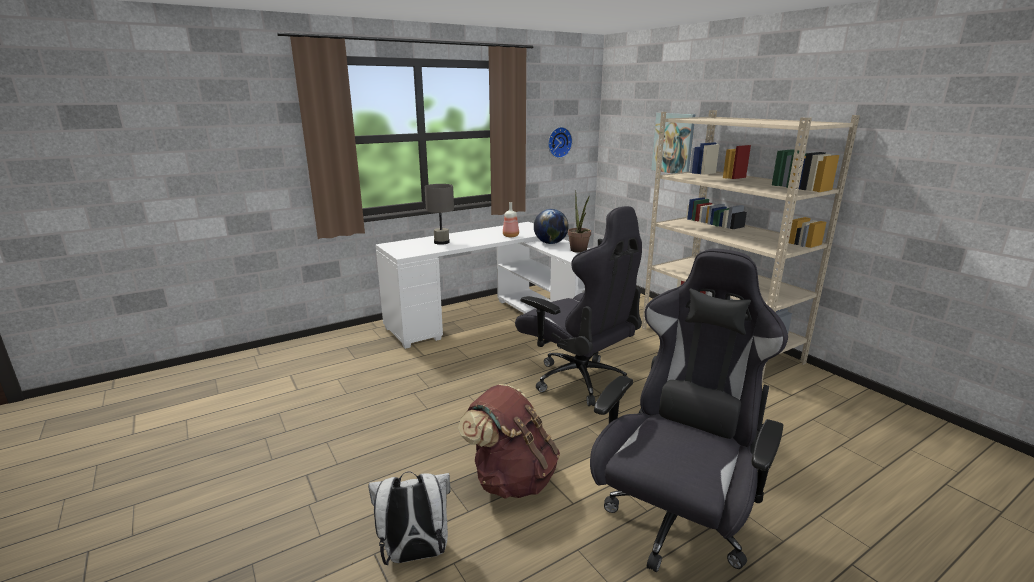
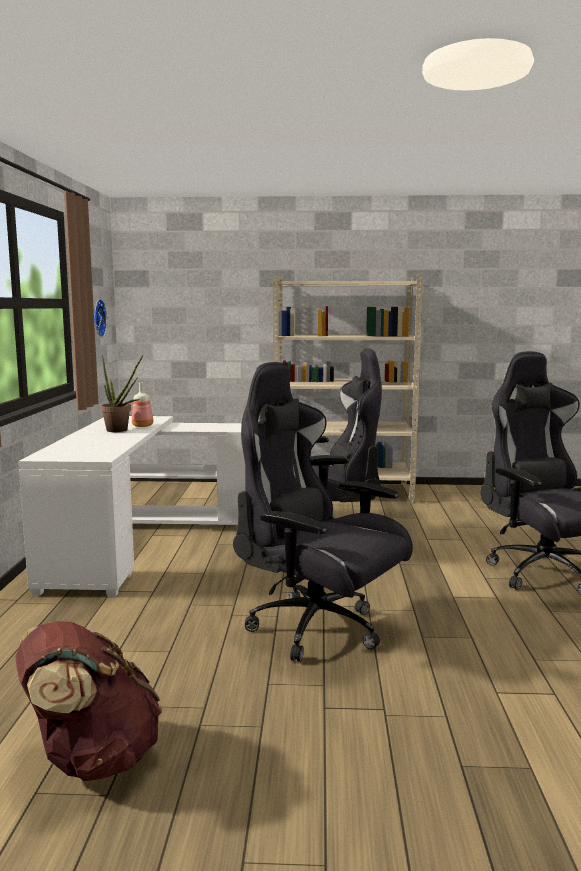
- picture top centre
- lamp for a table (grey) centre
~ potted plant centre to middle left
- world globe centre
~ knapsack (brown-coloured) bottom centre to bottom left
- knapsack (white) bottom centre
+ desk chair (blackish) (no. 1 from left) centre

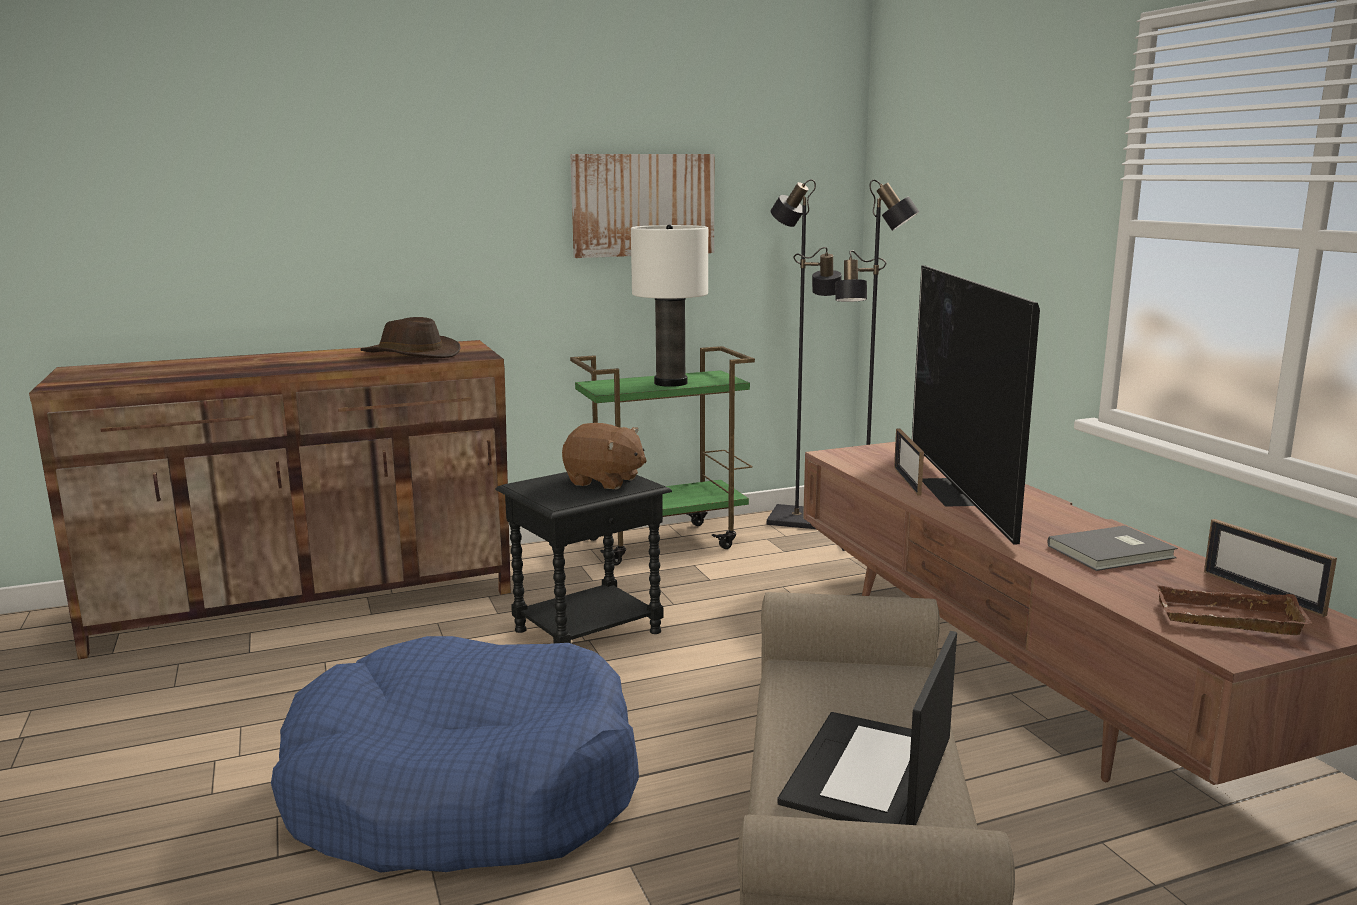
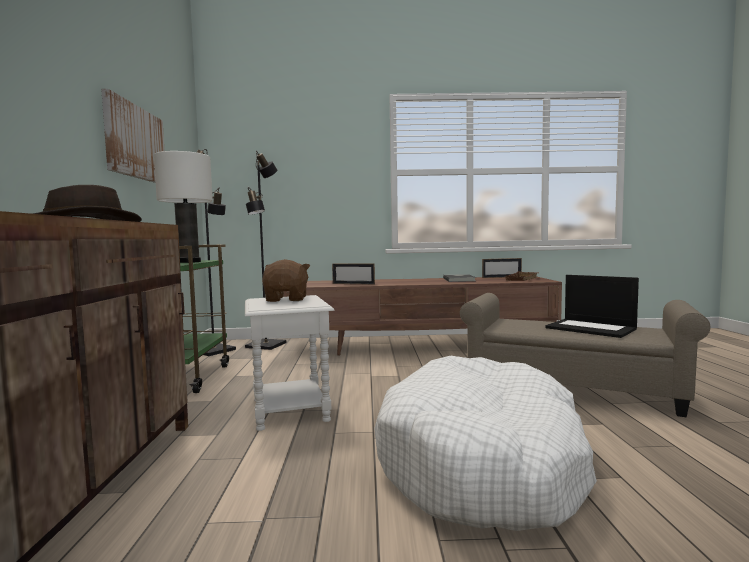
- TV set middle right
~ soft toy (brown-coloured) centre = centre 45 degrees counterclockwise
~ accent table (blackish) centre to accent table (white) centre
~ pet bed (bluish) bottom centre to pet bed (white) bottom centre

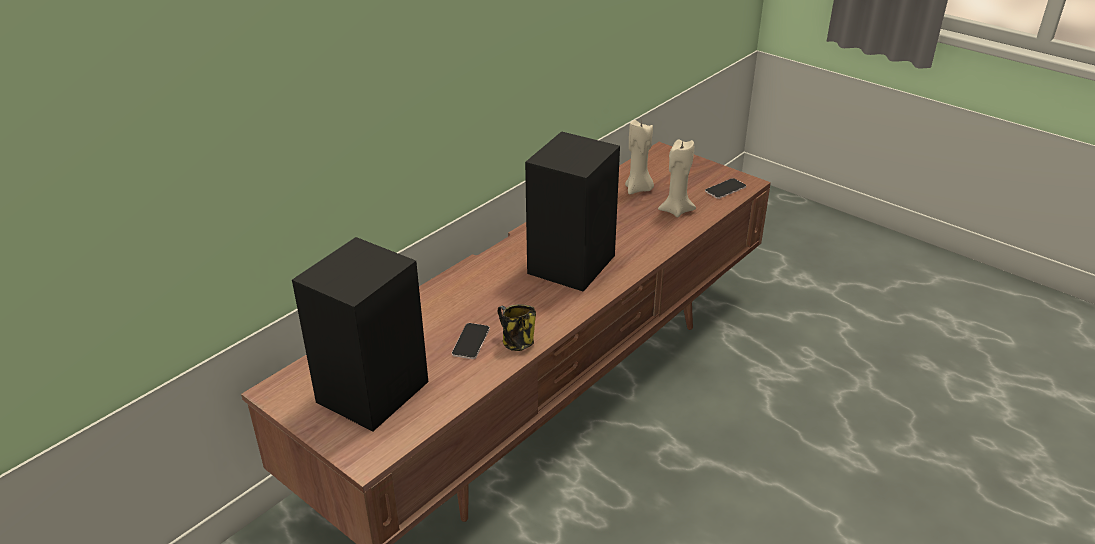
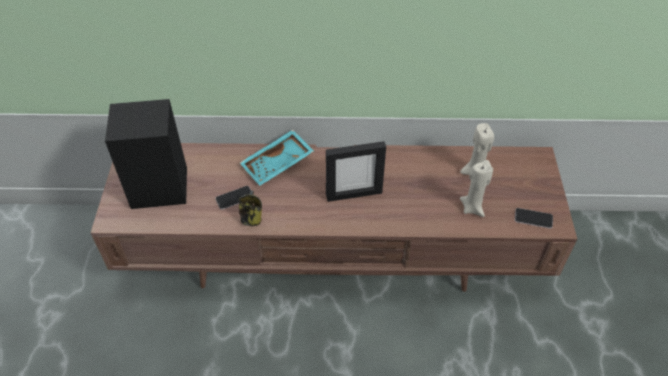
~ speaker (blackish) (no. 2 from left) centre to standing frame centre
+ tray (turquoise-coloured) centre

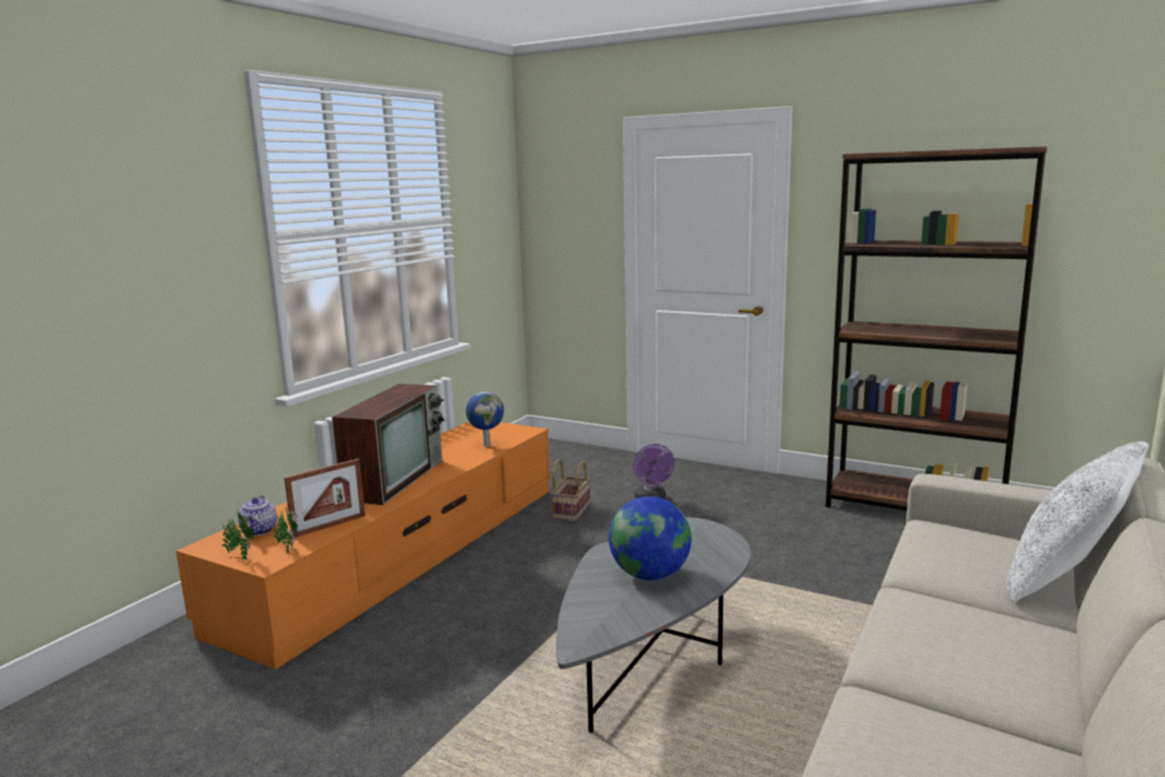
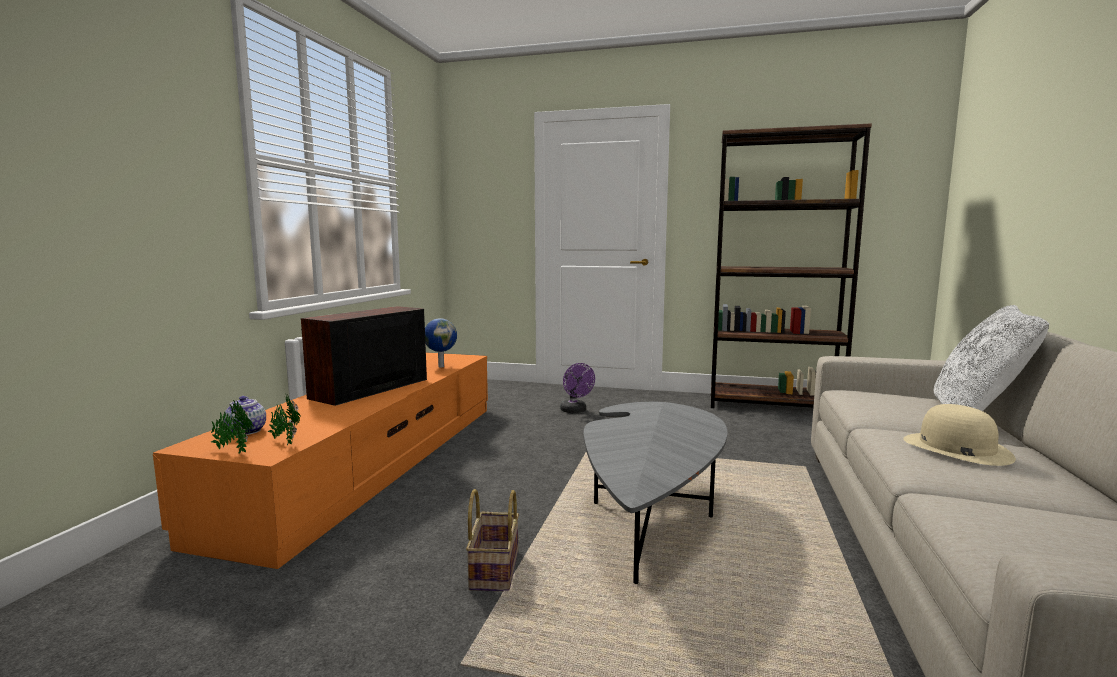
~ TV set middle left = middle left 150 degrees counterclockwise
- standing frame middle left
~ basket centre to bottom centre
- world globe (no. 2 from left) bottom centre
+ wearable hat (beige-coloured) middle right

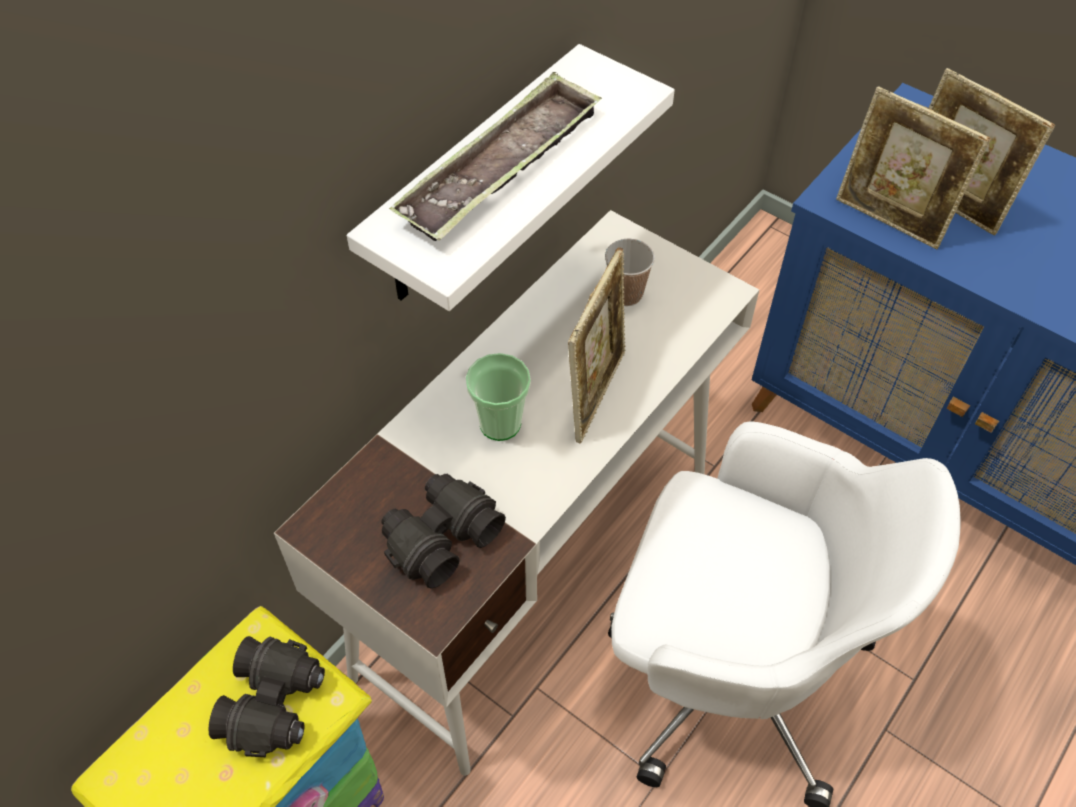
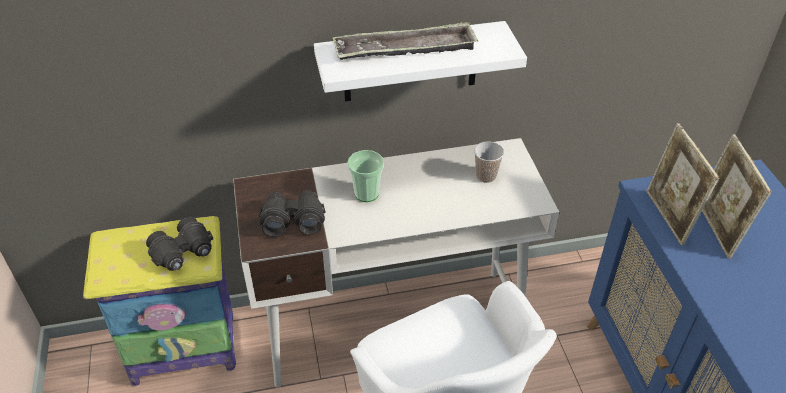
- standing frame (no. 1 from left) centre

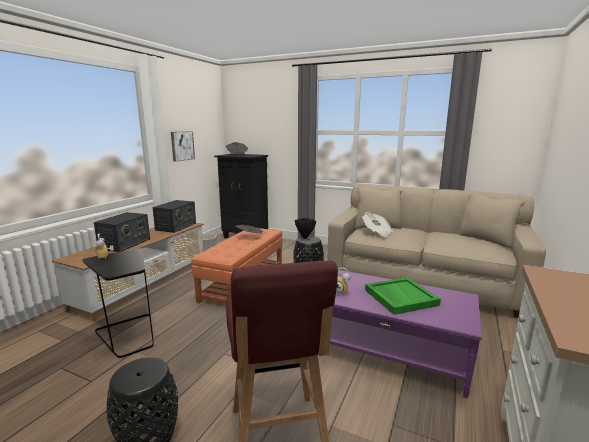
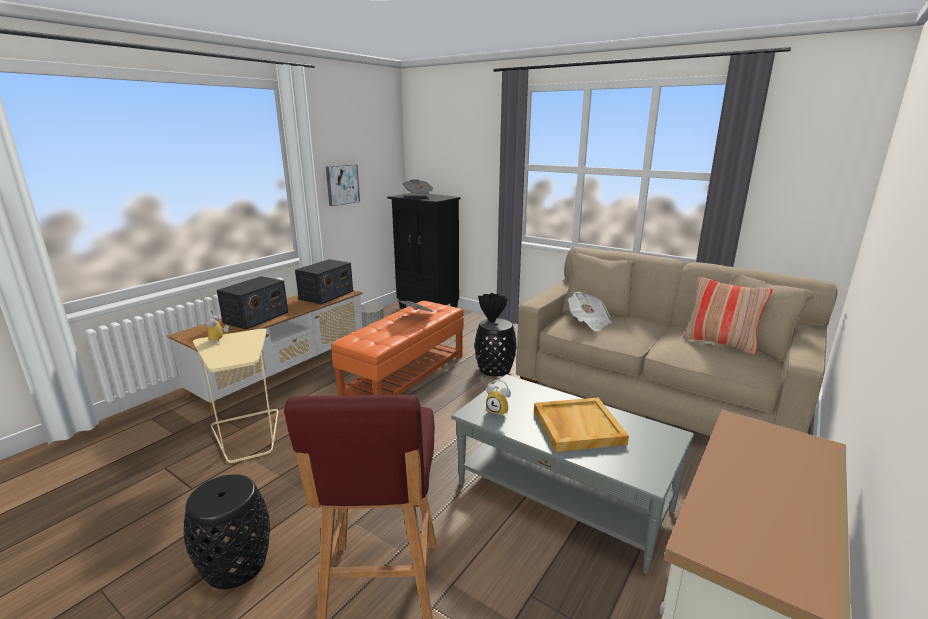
~ accent table (blackish) bottom left to accent table (beige-coloured) middle left
~ lounge table (purplish) bottom right to lounge table (grey) bottom centre
~ tray (green-coloured) bottom right to tray (beige-coloured) bottom centre
+ throw pillow middle right

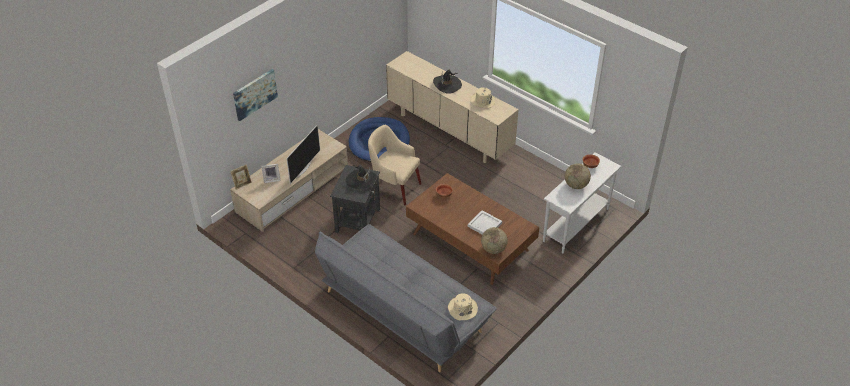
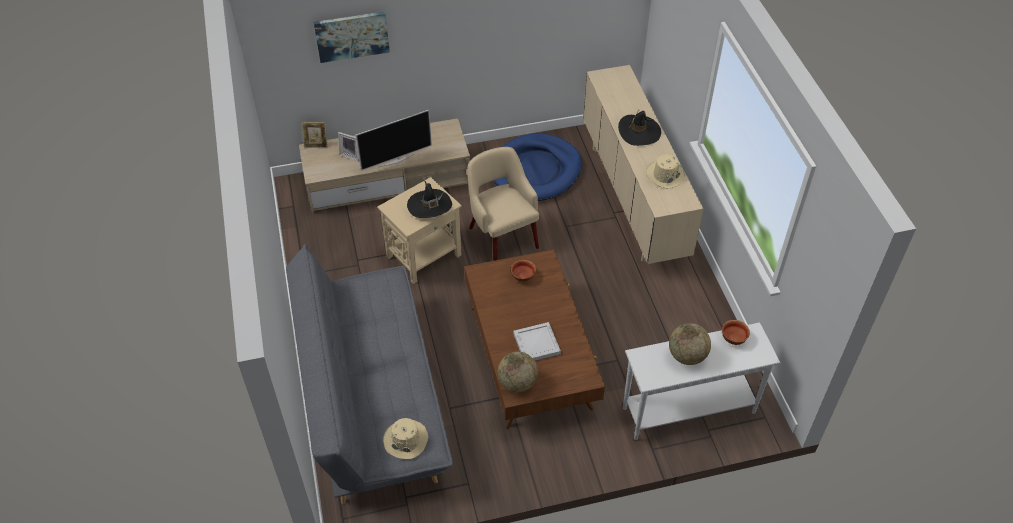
~ accent table (blackish) centre to accent table (beige-coloured) centre

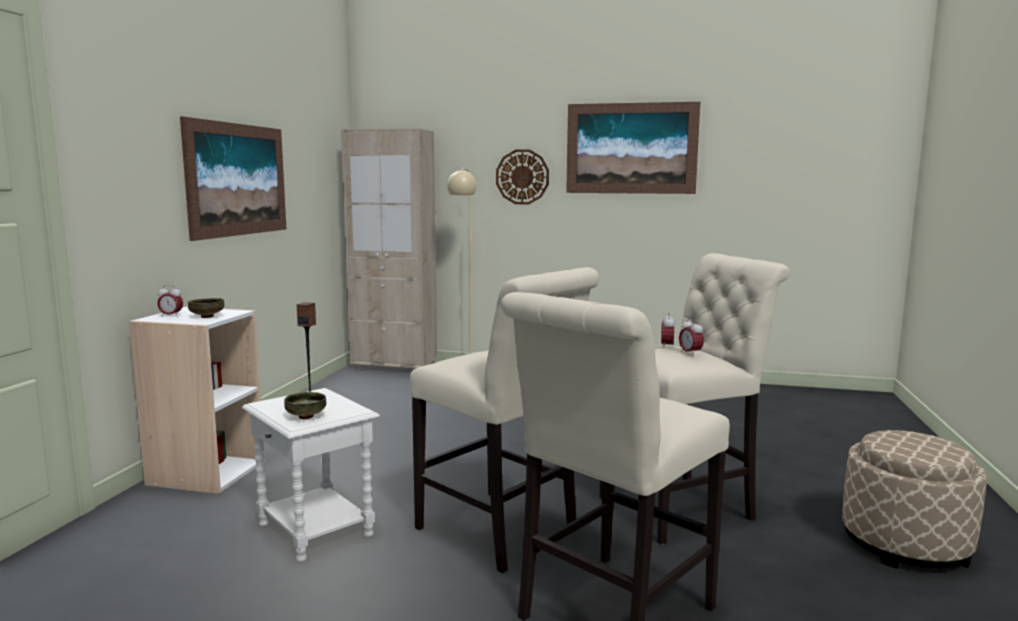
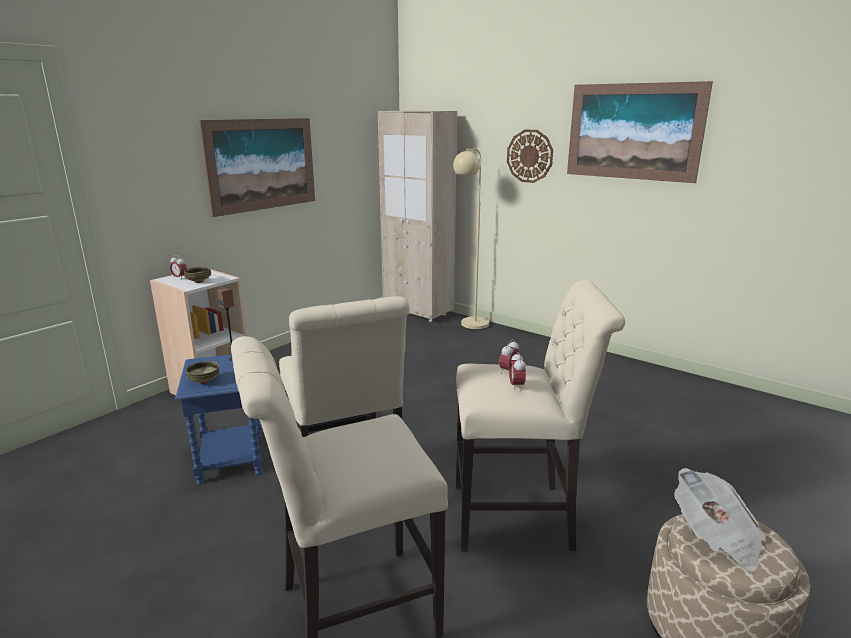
~ accent table (white) bottom left to accent table (bluish) middle left
+ printed paper bottom right

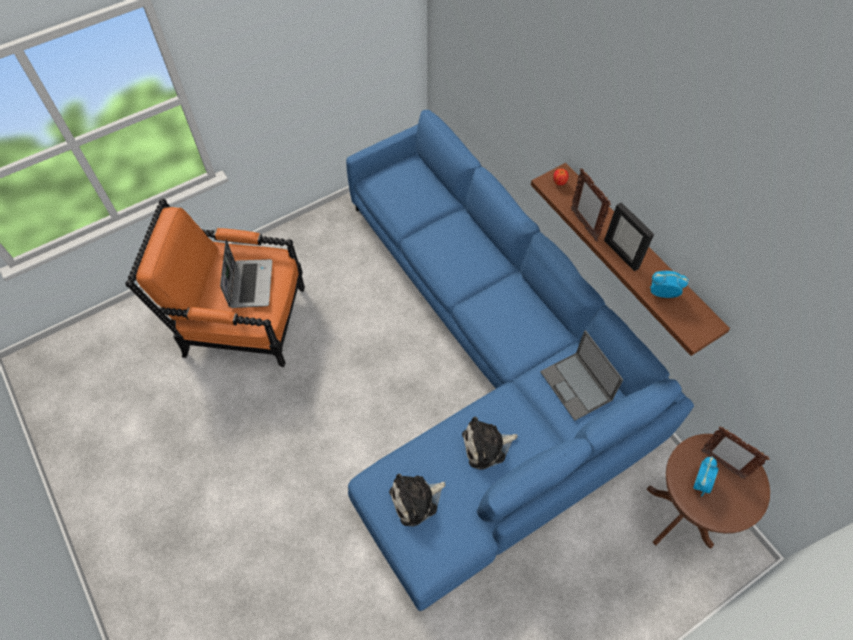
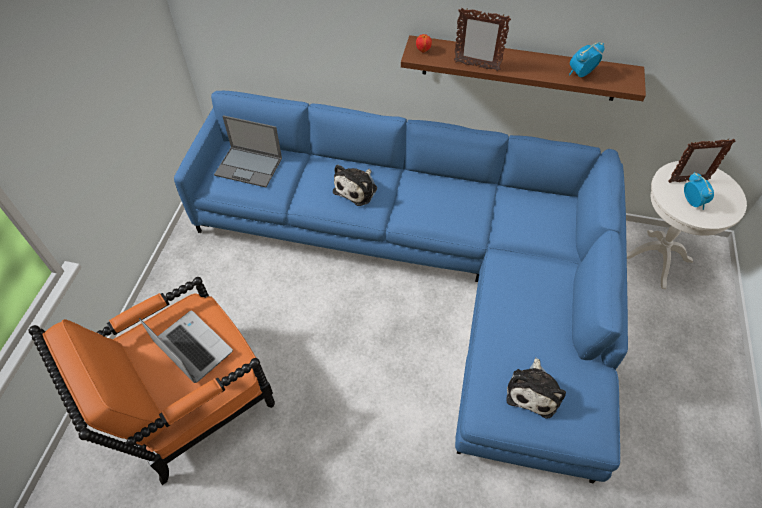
- standing frame (no. 2 from left) middle right
~ laptop (no. 2 from left) middle right to top left
~ soft toy (no. 2 from left in the first image) bottom centre to soft toy (no. 1 from left) centre
~ accent table (brown-coloured) bottom right to accent table (white) middle right

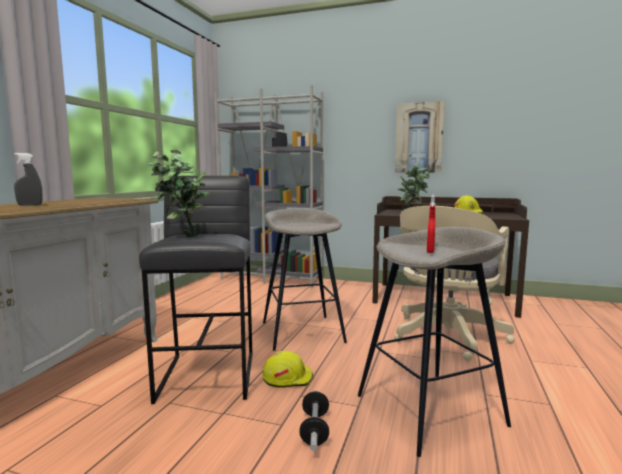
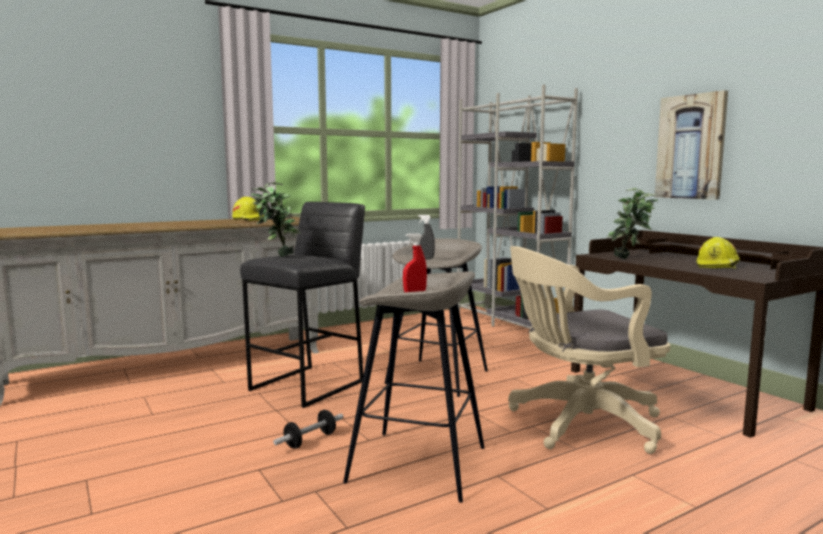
~ spray bottle (grey) middle left to centre
~ work helmet (yellow) (no. 1 from left) bottom centre to middle left

